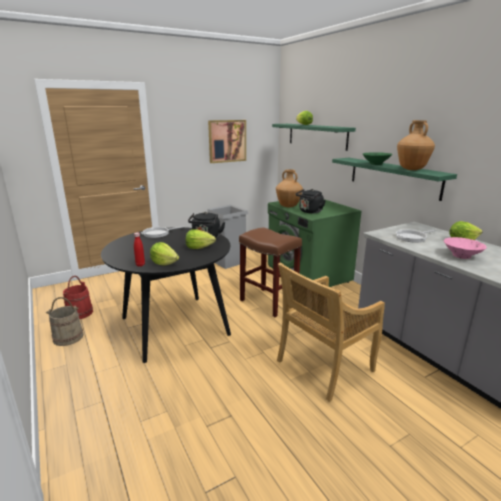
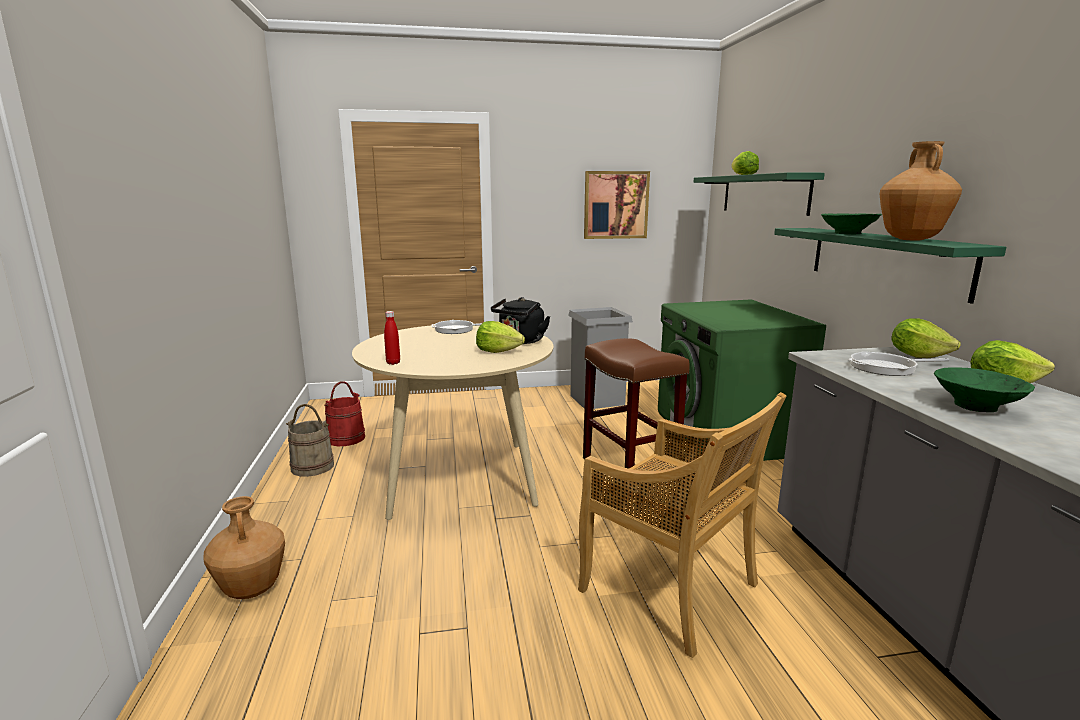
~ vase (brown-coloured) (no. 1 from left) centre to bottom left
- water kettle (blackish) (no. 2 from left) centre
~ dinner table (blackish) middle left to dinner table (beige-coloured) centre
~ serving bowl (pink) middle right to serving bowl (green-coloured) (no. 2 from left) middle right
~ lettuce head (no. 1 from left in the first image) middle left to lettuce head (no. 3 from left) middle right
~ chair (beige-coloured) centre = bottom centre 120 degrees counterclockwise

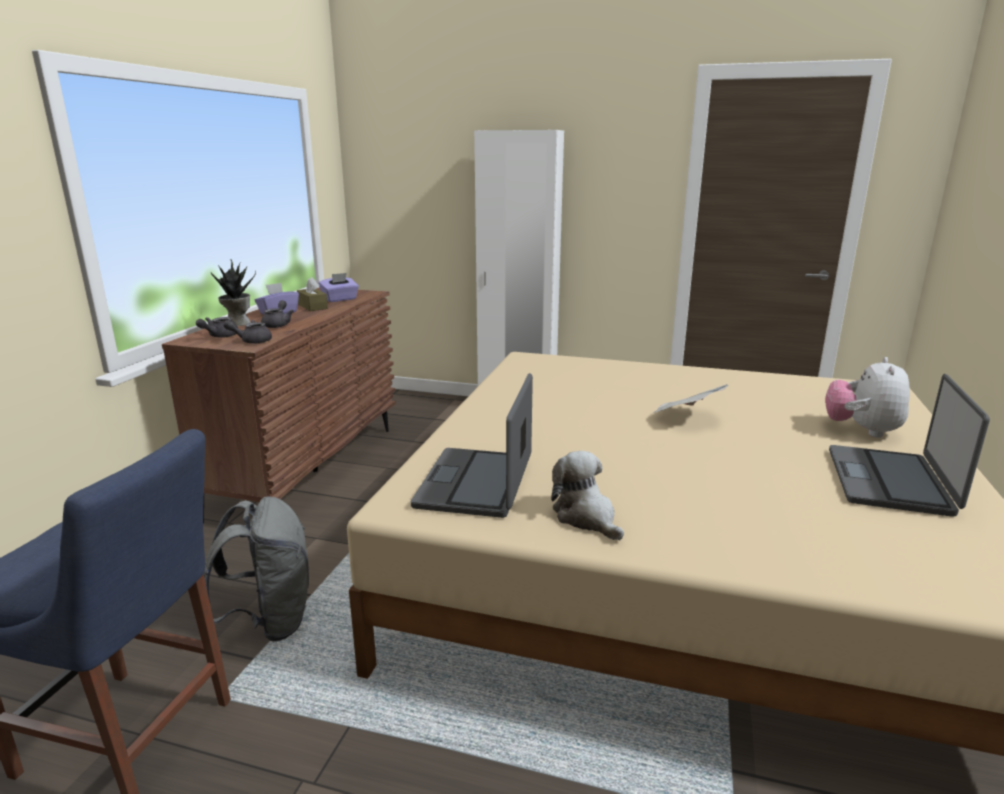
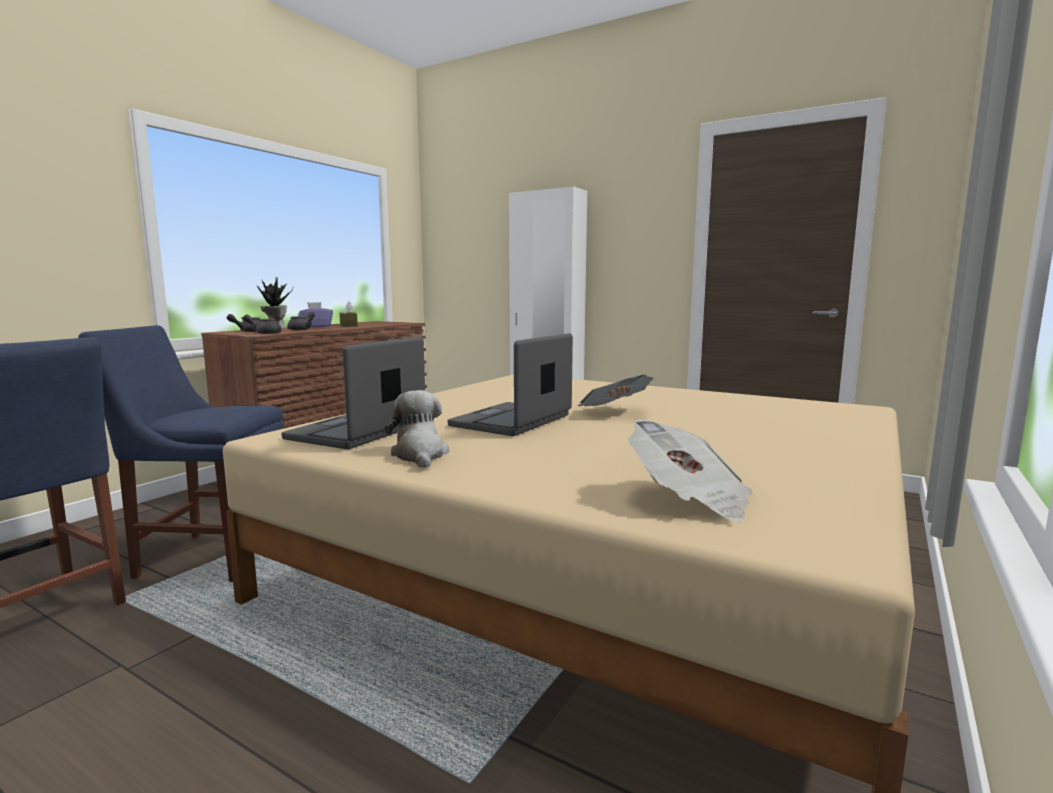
- tissue holder (purplish) (no. 2 from left) centre
- soft toy (no. 2 from left) middle right
~ laptop (no. 2 from left) middle right to centre
~ knapsack (grey) bottom left to chair (bluish) (no. 2 from left) middle left
+ printed paper (no. 2 from left) centre

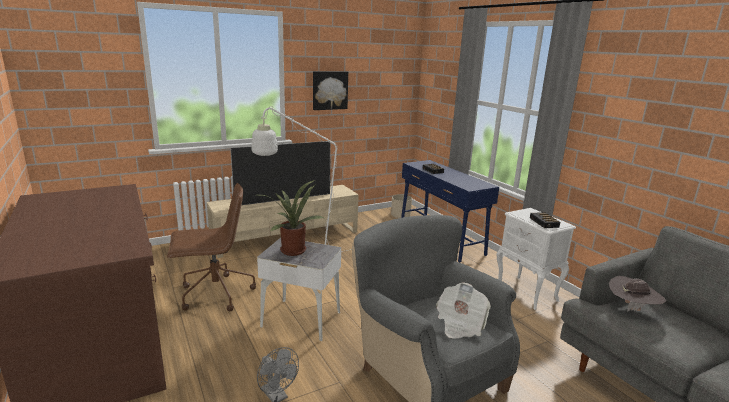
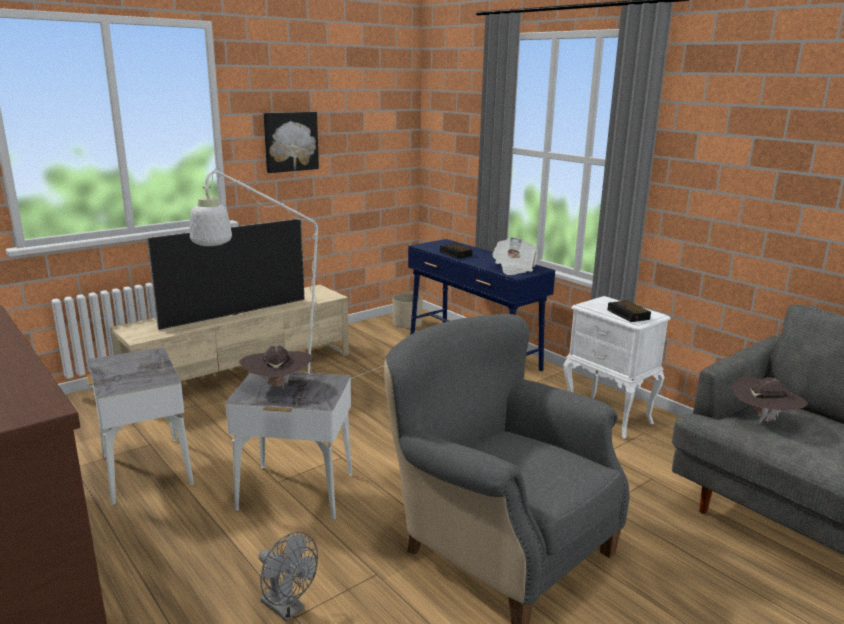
~ potted plant centre to wearable hat (brown-coloured) (no. 1 from left) middle left
~ desk chair (brown-coloured) middle left to accent table (no. 1 from left) bottom left
~ printed paper bottom centre to centre

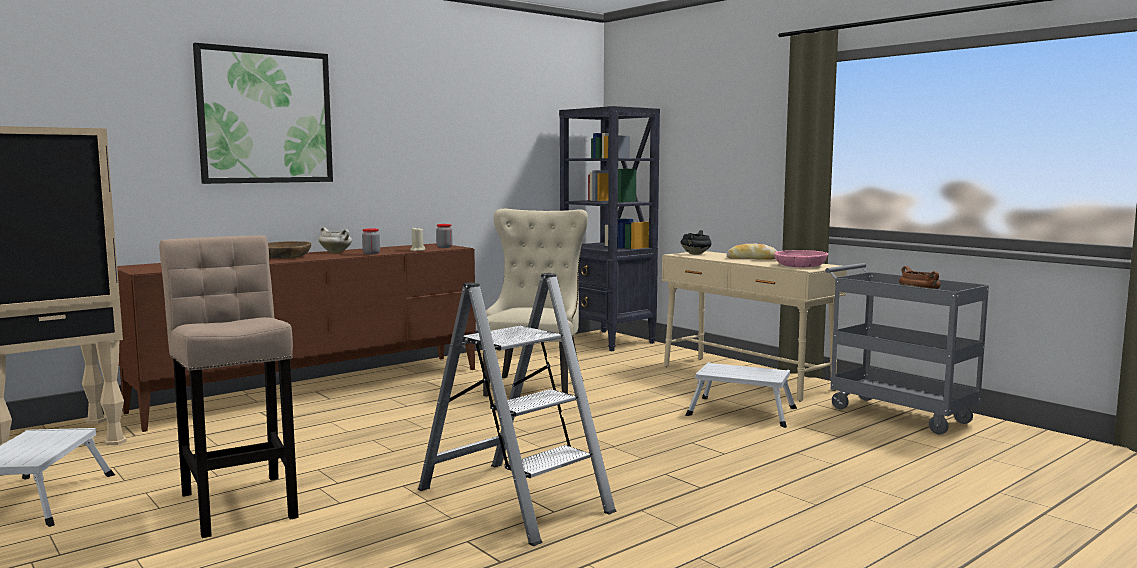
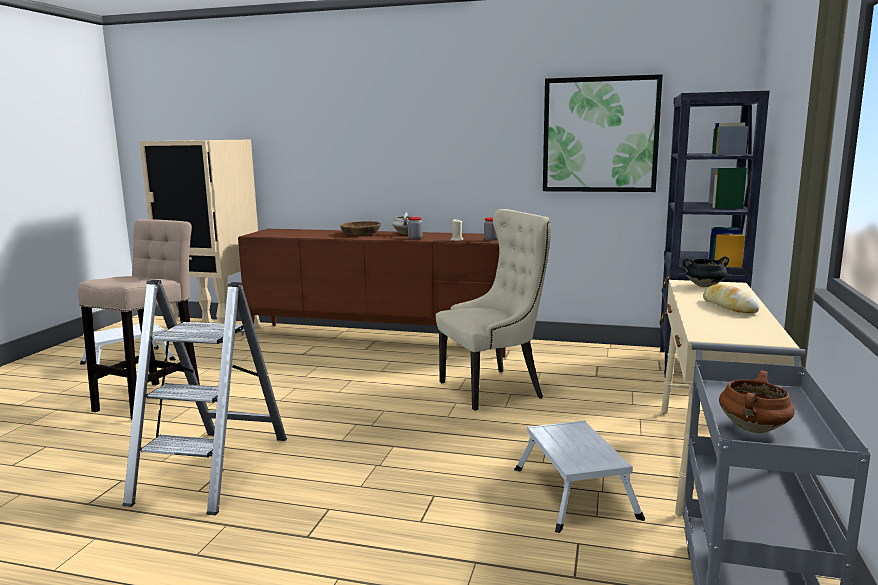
~ picture top left to top right
- serving bowl (pink) middle right

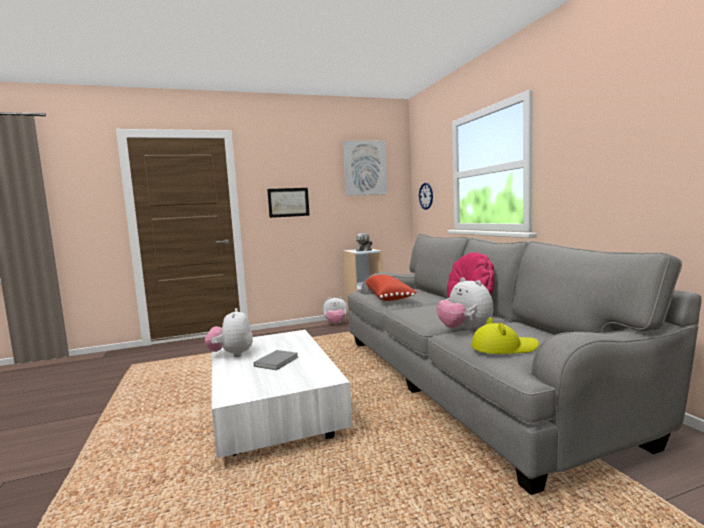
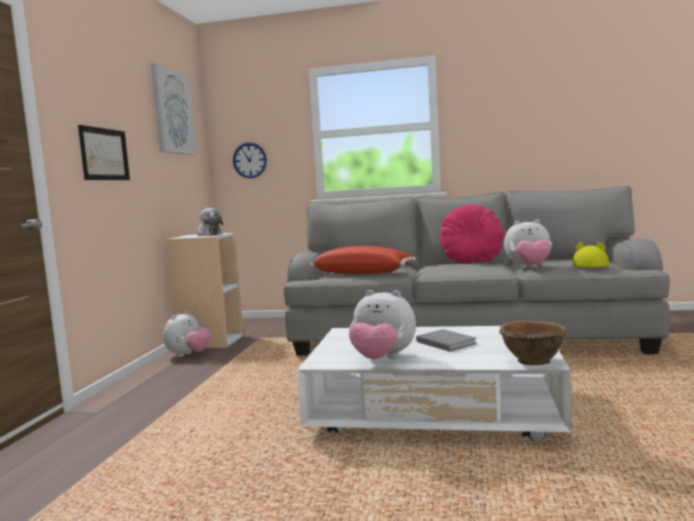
+ serving bowl (brown-coloured) middle right

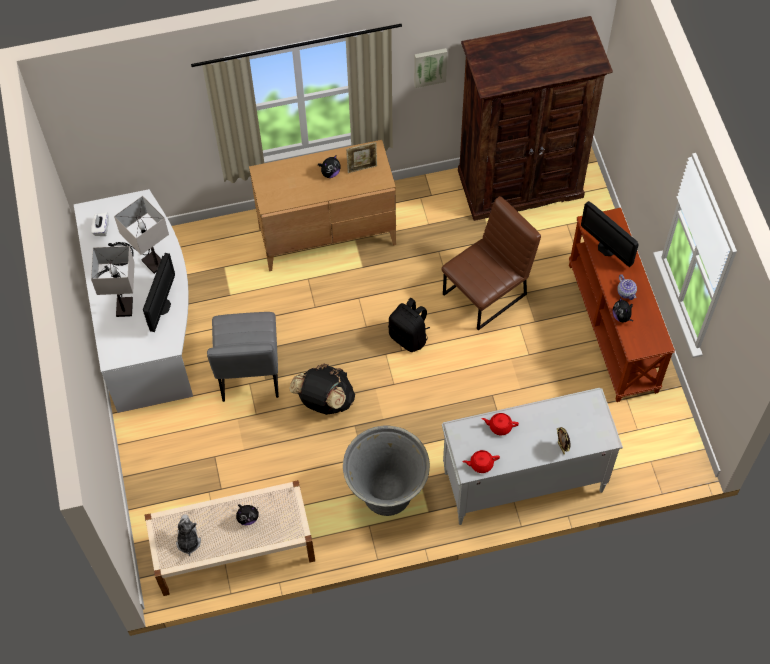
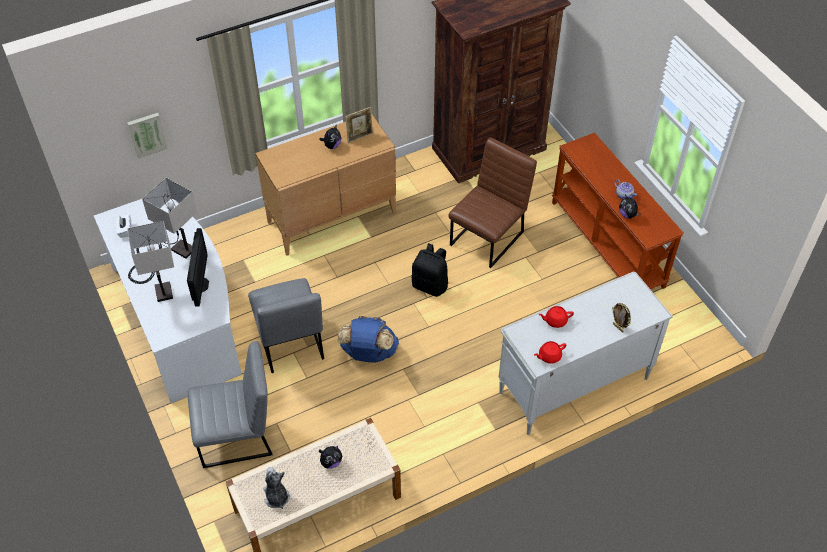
~ picture top centre to top left
- monitor (no. 2 from left) middle right
~ knapsack (blackish) (no. 1 from left) centre to knapsack (bluish) centre
- plant pot (grey) bottom centre
+ chair (grey) (no. 1 from left) bottom left

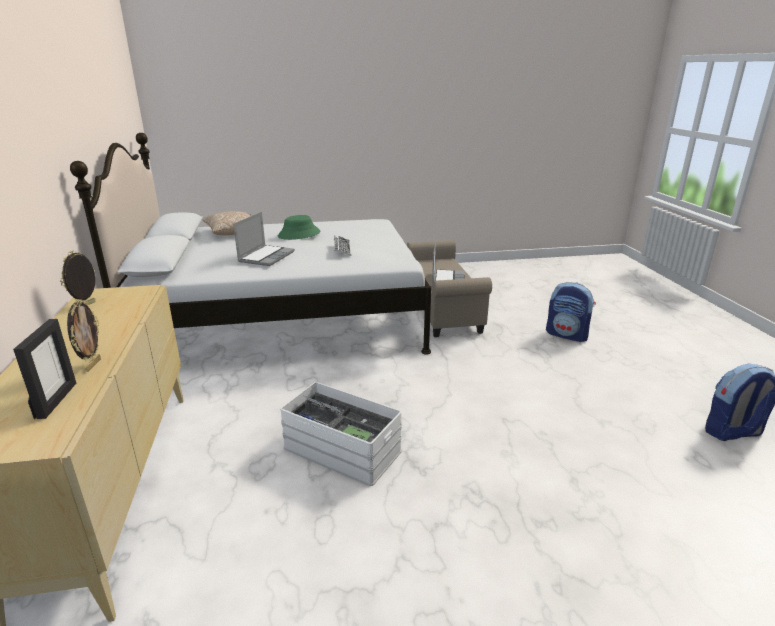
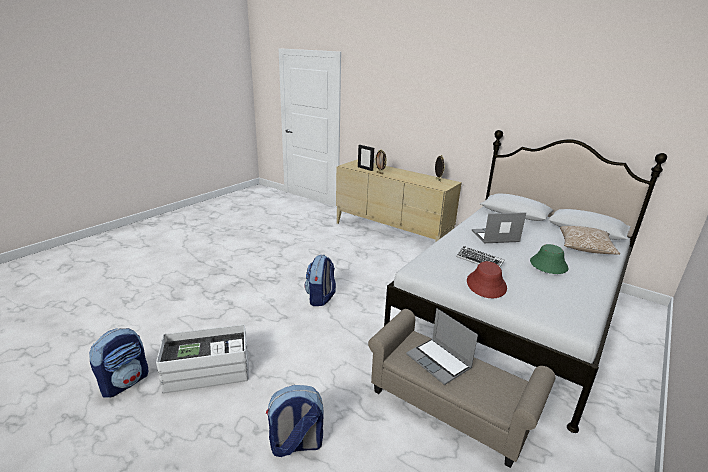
~ laptop (no. 1 from left in the first image) centre = middle right 105 degrees clockwise
~ storage box (white) bottom centre to bottom left
+ knapsack (no. 3 from left) centre
+ wearable hat (reddish) middle right

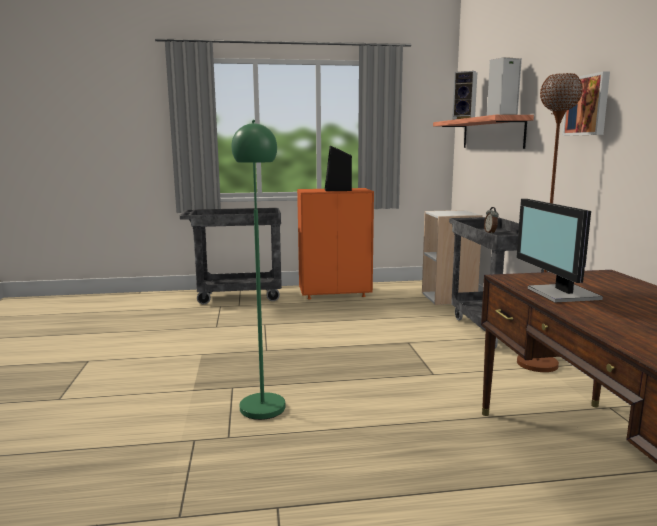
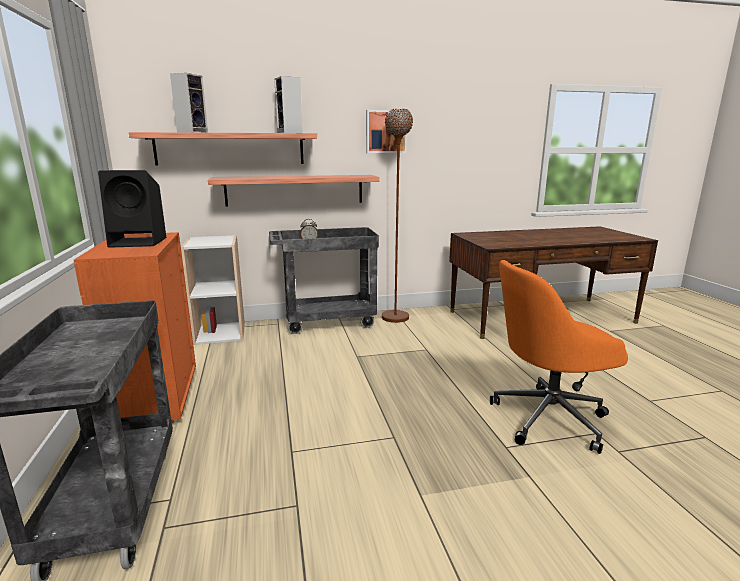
~ floor lamp (green-coloured) centre to desk chair (orange-coloured) middle right
- monitor middle right
+ bracket shelf (no. 2 from left) top centre

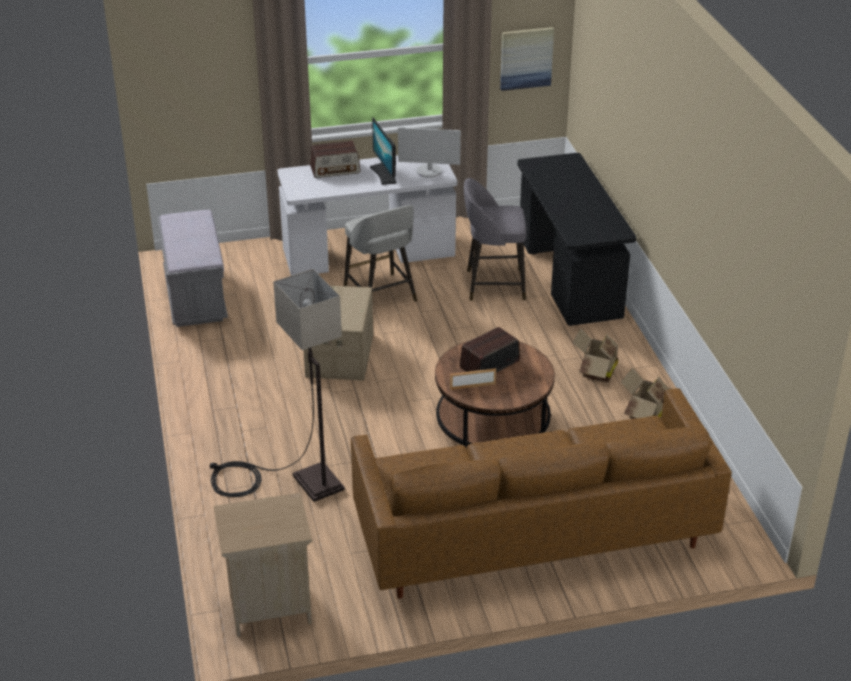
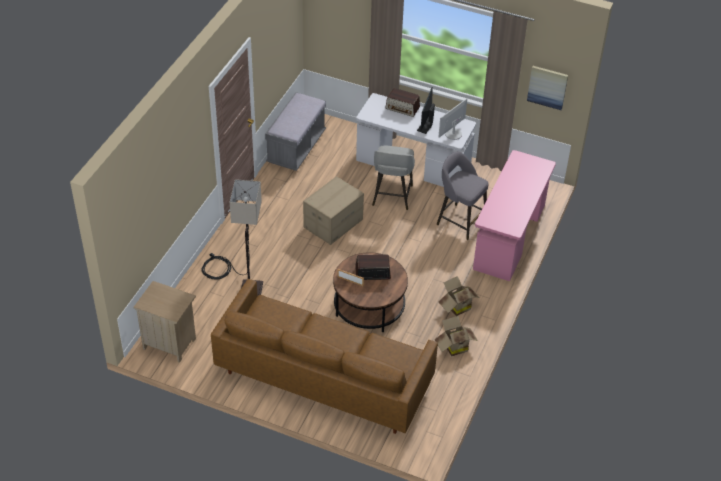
~ monitor (no. 2 from left) top centre = top centre 90 degrees clockwise
~ desk table (blackish) middle right to desk table (pink) middle right

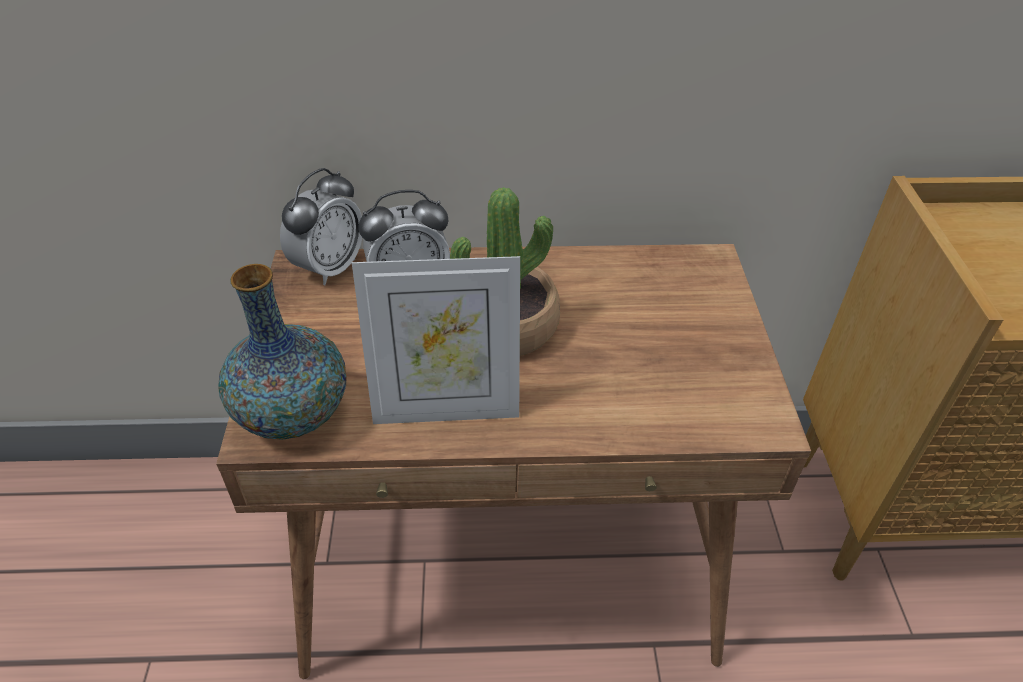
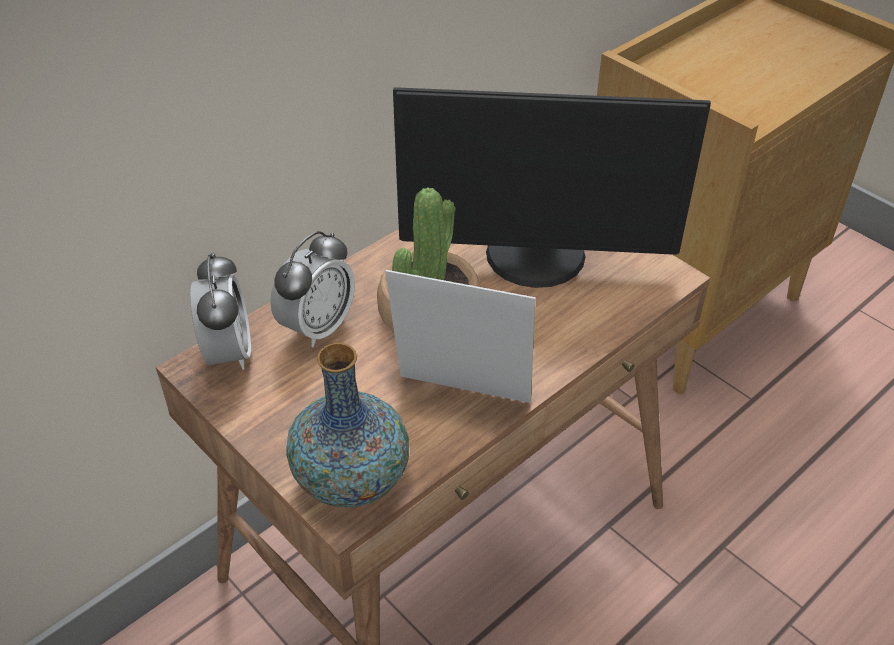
~ standing frame centre = centre 120 degrees counterclockwise
+ monitor top centre

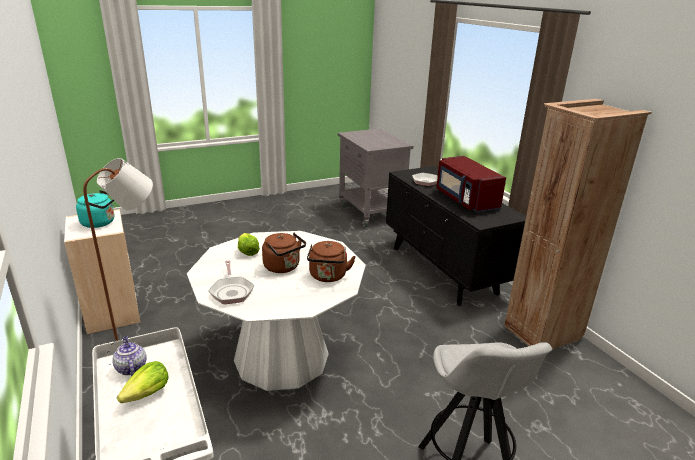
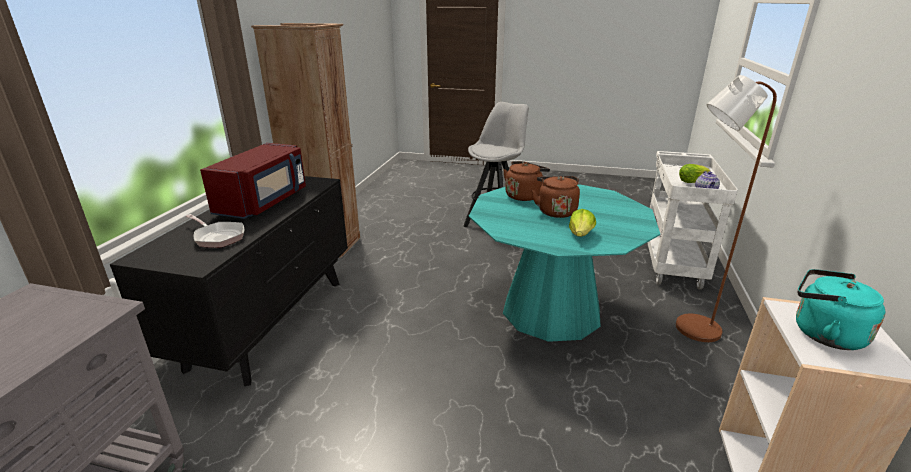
~ dinner table (white) bottom centre to dinner table (turquoise-coloured) centre
- pan (no. 1 from left) middle left

